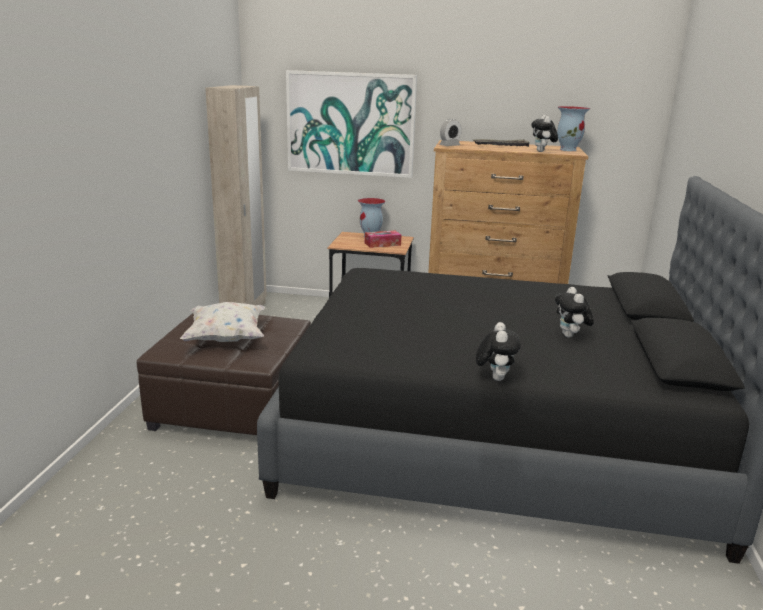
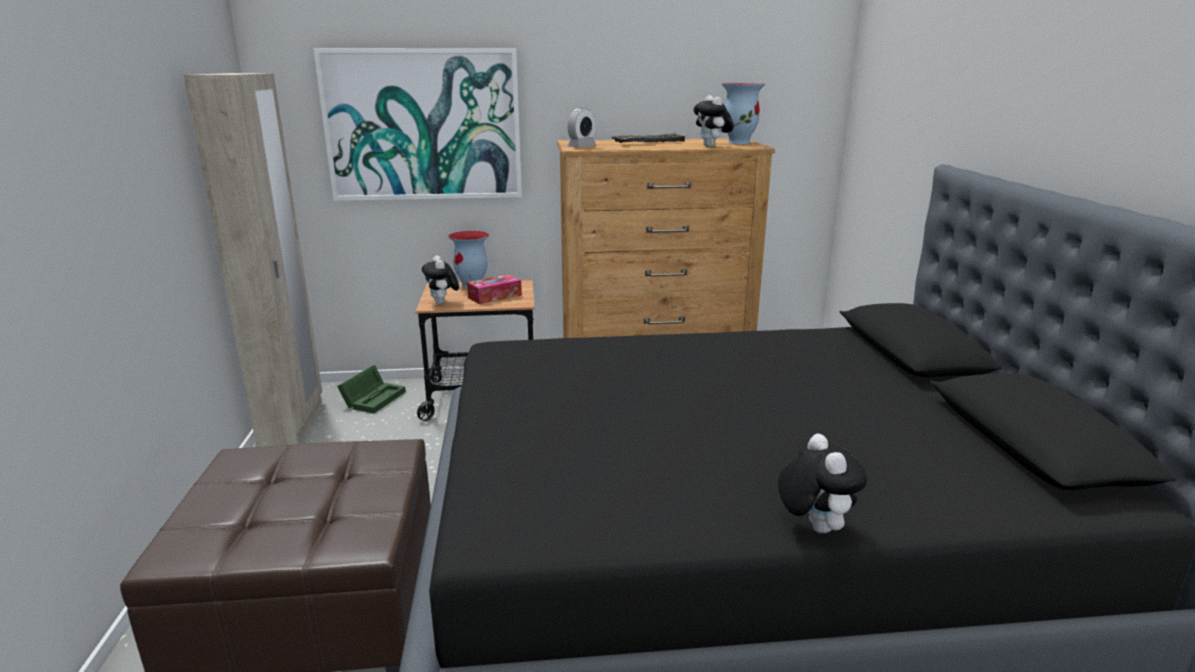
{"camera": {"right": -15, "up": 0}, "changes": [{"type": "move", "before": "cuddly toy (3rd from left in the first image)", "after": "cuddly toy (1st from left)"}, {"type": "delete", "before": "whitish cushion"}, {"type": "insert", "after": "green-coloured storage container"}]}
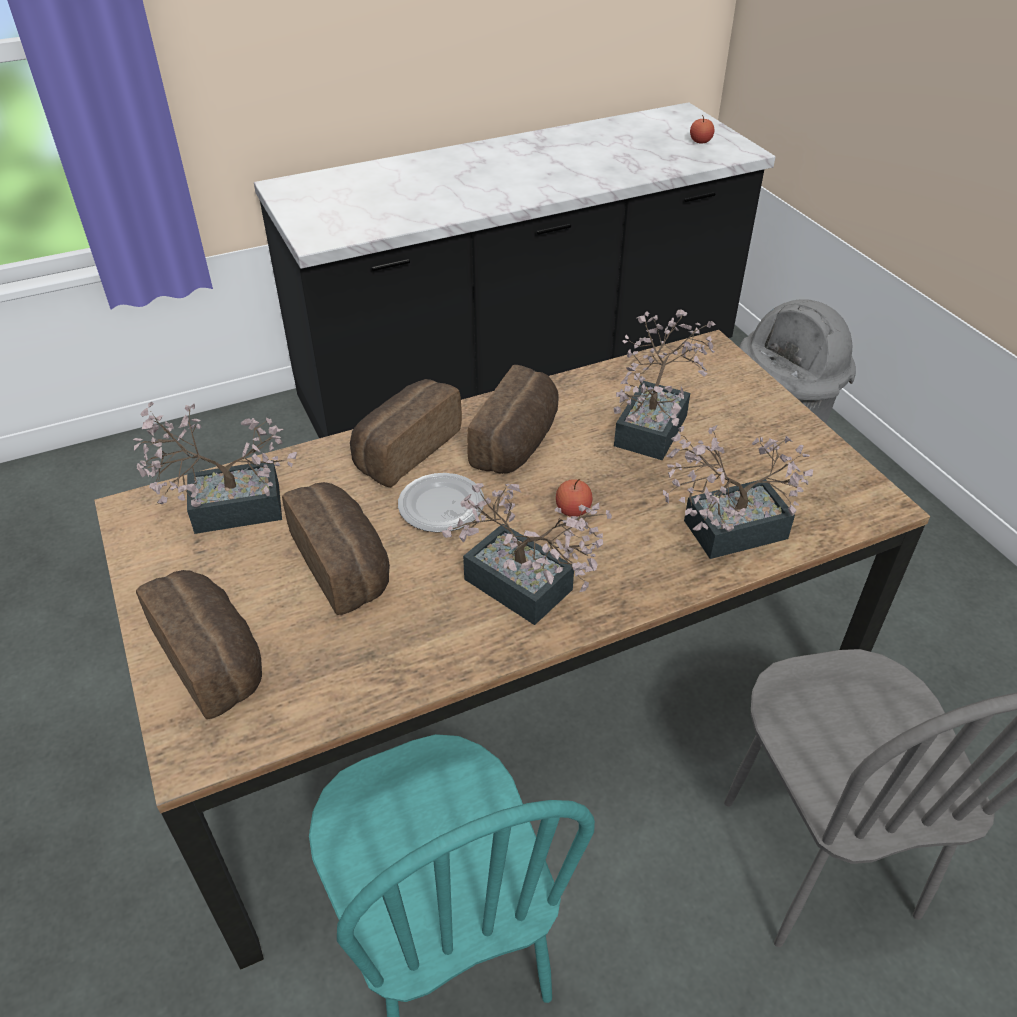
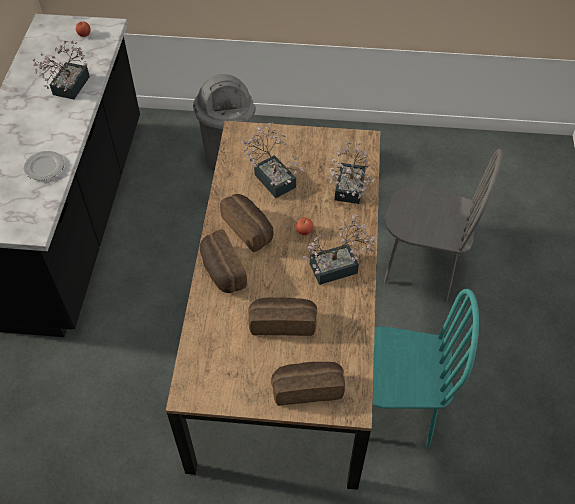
{"camera": {"right": -60, "up": 10}, "changes": [{"type": "move", "before": "houseplant (1st from left)"}, {"type": "move", "before": "dinner plate"}]}
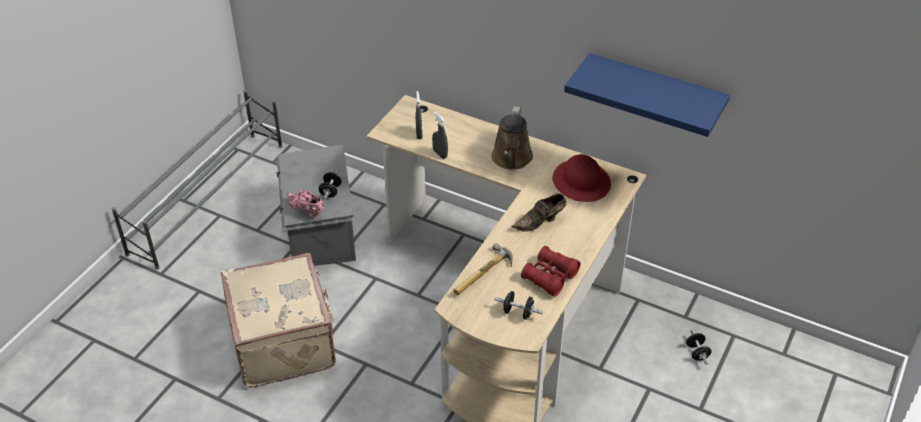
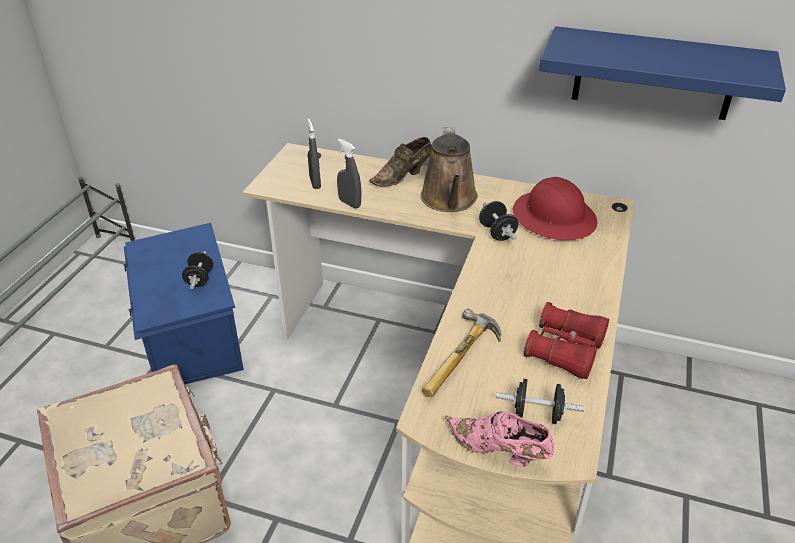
{"camera": {"right": -10, "up": -5}, "changes": [{"type": "recolor", "before": "greyish storage container", "after": "bluish storage container"}, {"type": "move", "before": "pink low shoe"}, {"type": "move", "before": "brown-coloured low shoe"}, {"type": "move", "before": "black dumbbell (3rd from left in the first image)", "after": "black dumbbell (2nd from left)"}]}
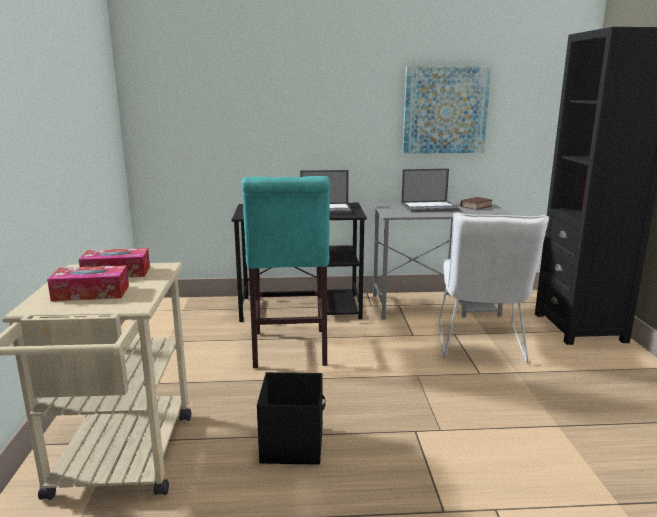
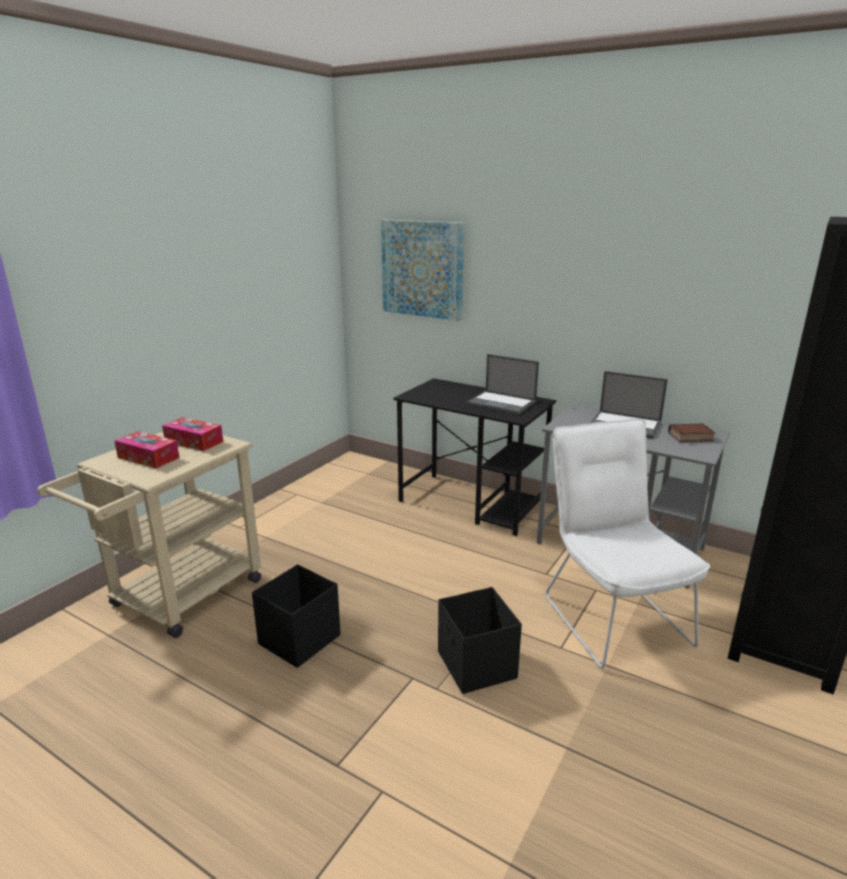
{"camera": {"right": 35, "up": 5}, "changes": [{"type": "move", "before": "picture"}, {"type": "delete", "before": "turquoise sitting stool"}, {"type": "rotate", "before": "whitish upright chair", "turn": 120}, {"type": "insert", "after": "black storage container (2nd from left)"}]}
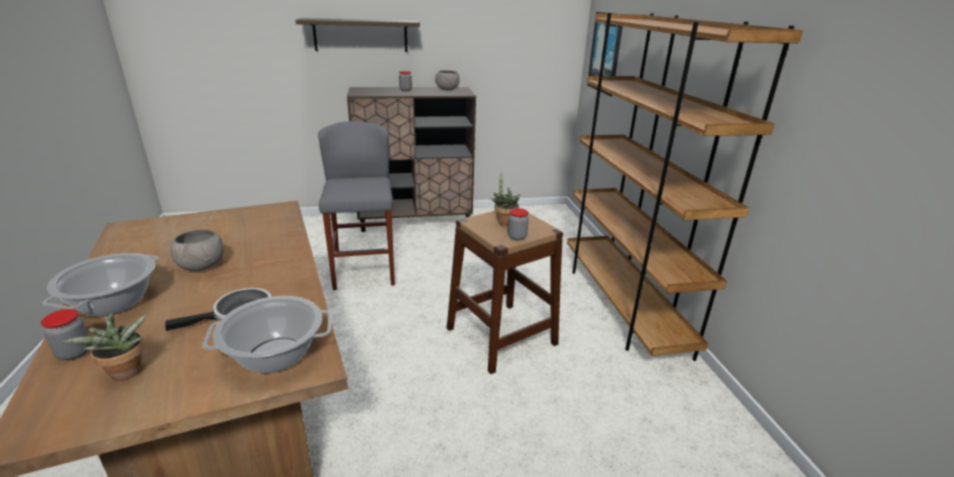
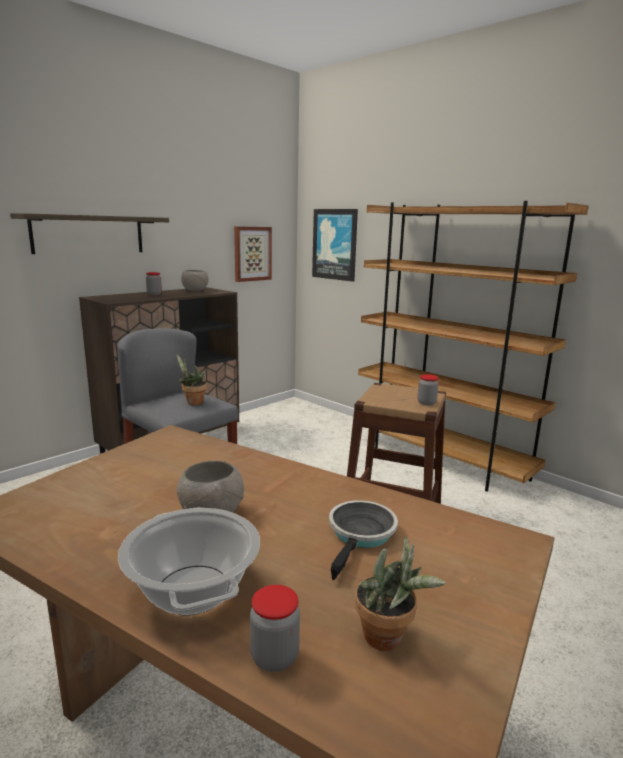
{"camera": {"right": -35, "up": -10}, "changes": [{"type": "move", "before": "houseplant (2nd from left in the first image)", "after": "houseplant (1st from left)"}, {"type": "delete", "before": "stockpot (2nd from left)"}, {"type": "insert", "after": "picture (1st from left)"}]}
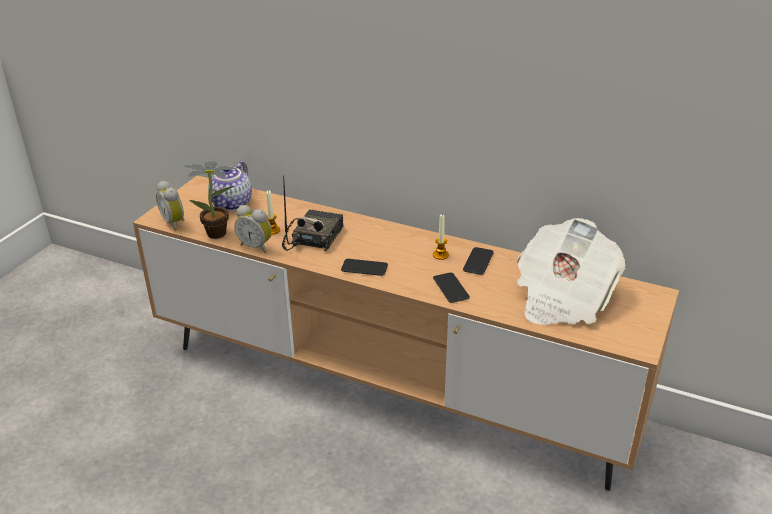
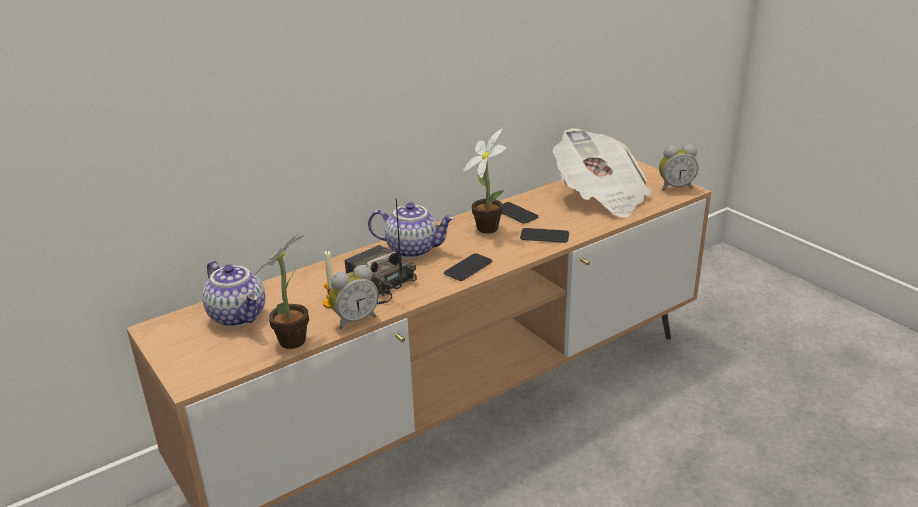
{"camera": {"right": -60, "up": -5}, "changes": [{"type": "move", "before": "table clock (1st from left in the first image)", "after": "table clock (2nd from left)"}, {"type": "replace", "before": "wax light (2nd from left)", "after": "houseplant (2nd from left)"}, {"type": "insert", "after": "pot for tea (2nd from left)"}]}
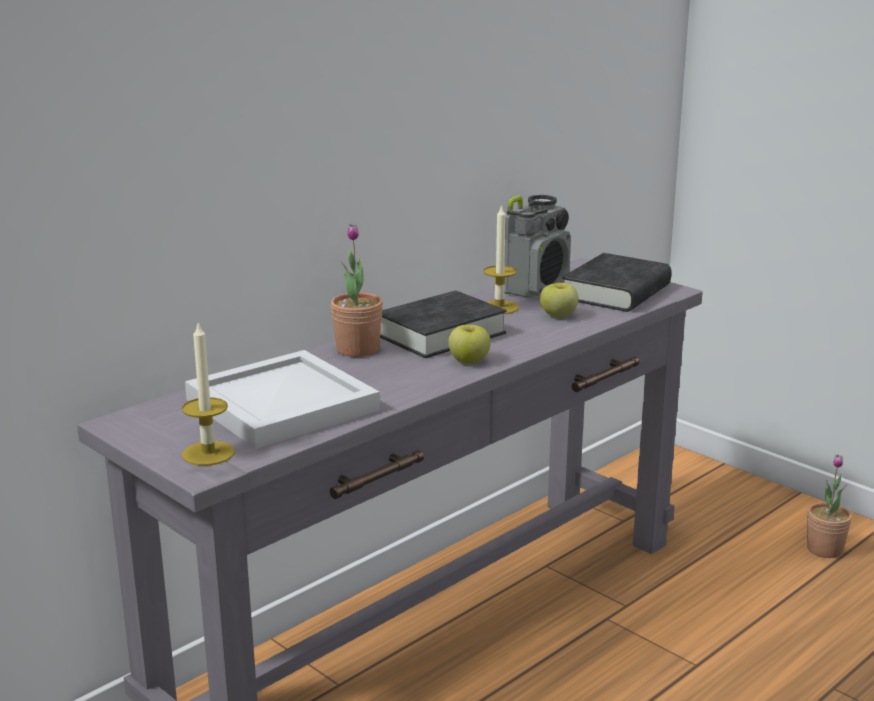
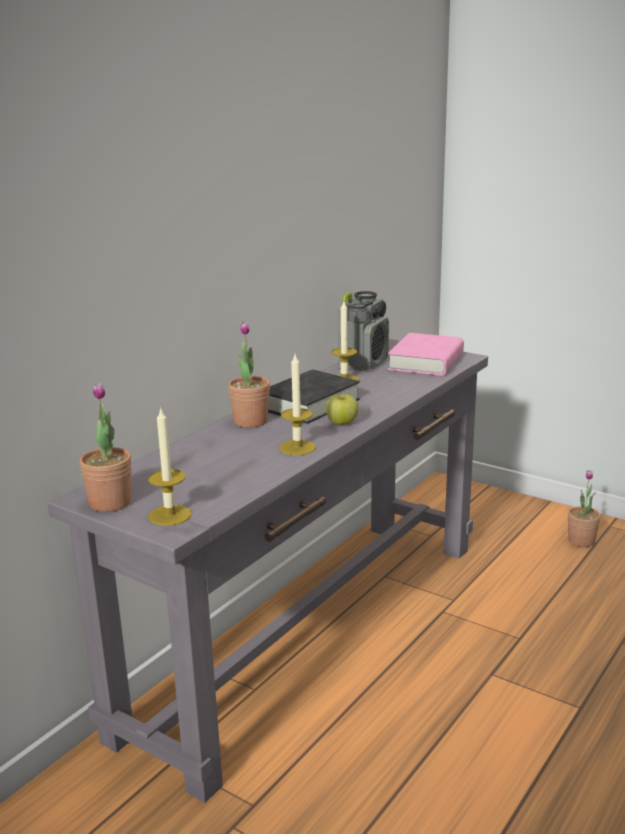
{"camera": {"right": -10, "up": 0}, "changes": [{"type": "recolor", "before": "black volume (2nd from left)", "after": "pink volume"}, {"type": "delete", "before": "apple (2nd from left)"}, {"type": "delete", "before": "whitish serving tray"}, {"type": "insert", "after": "wax light (2nd from left)"}, {"type": "insert", "after": "houseplant (1st from left)"}]}
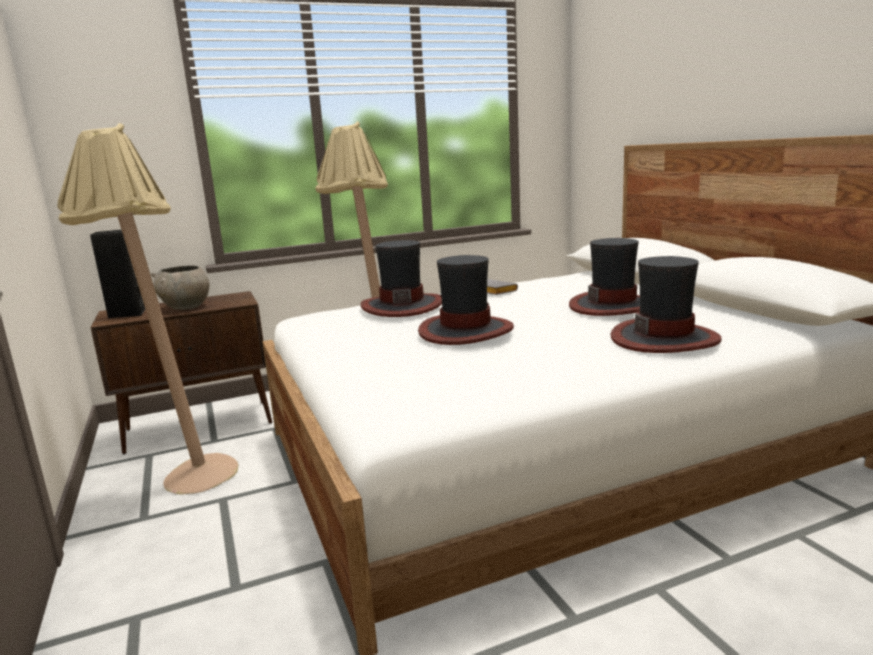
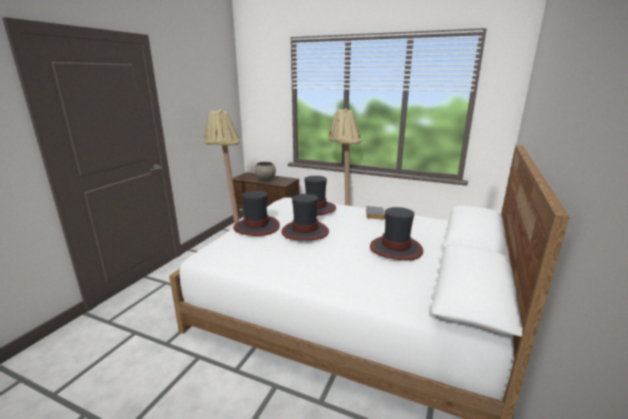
{"camera": {"right": 45, "up": 5}, "changes": [{"type": "delete", "before": "black loudspeaker"}, {"type": "move", "before": "clothing hat (4th from left in the first image)", "after": "clothing hat (1st from left)"}]}
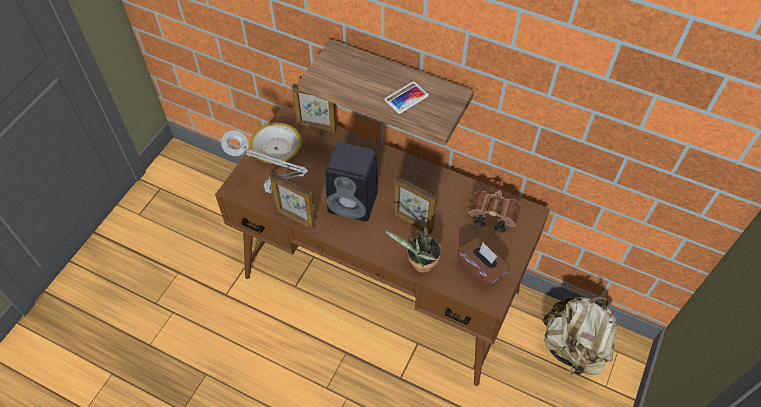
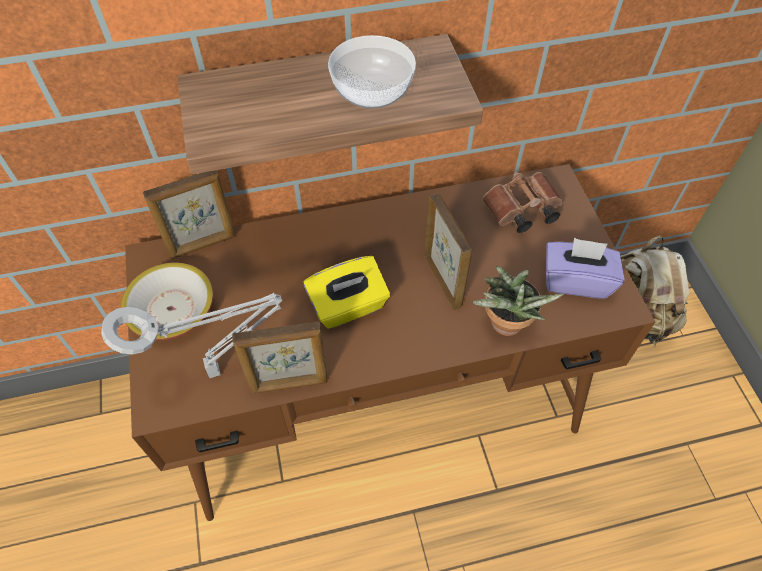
{"camera": {"right": -40, "up": 0}, "changes": [{"type": "replace", "before": "phone", "after": "deep dish (2nd from left)"}, {"type": "replace", "before": "black loudspeaker", "after": "yellow tissue holder"}, {"type": "rotate", "before": "standing frame (3rd from left)", "turn": -105}, {"type": "recolor", "before": "brown-coloured tissue holder", "after": "purplish tissue holder"}]}
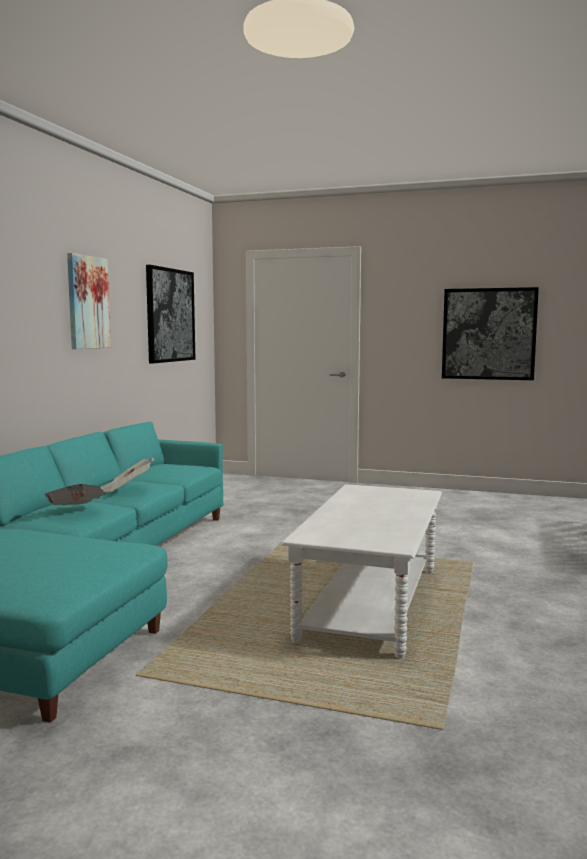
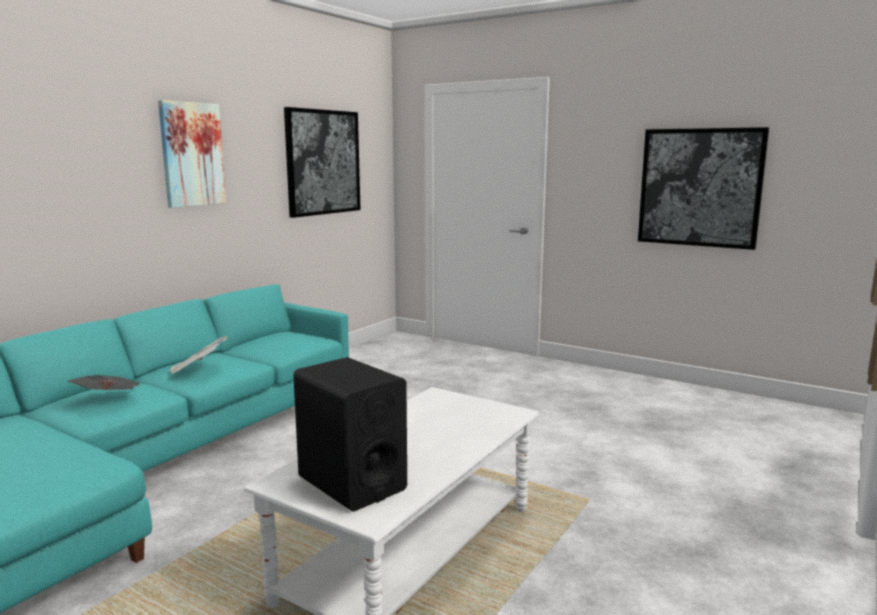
{"camera": {"right": 15, "up": 5}, "changes": [{"type": "insert", "after": "black loudspeaker"}]}
